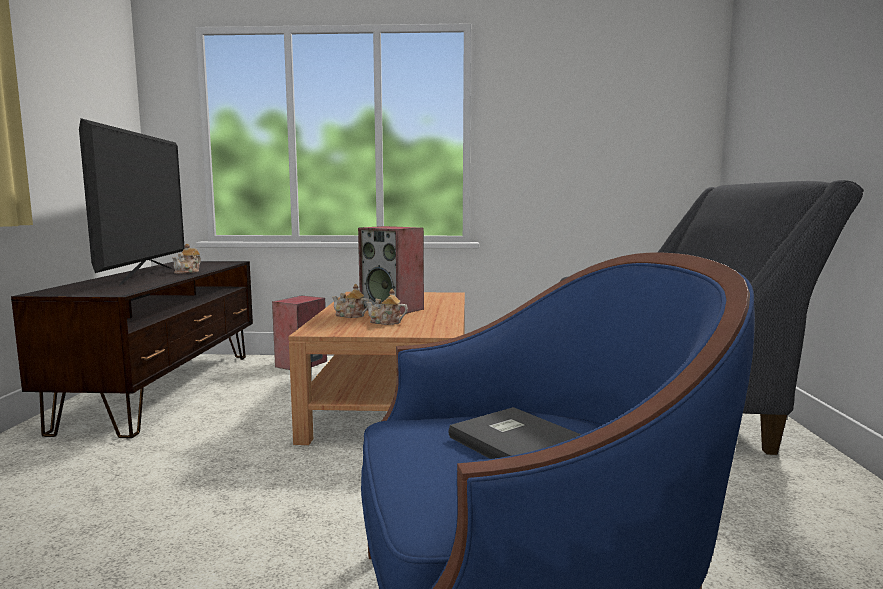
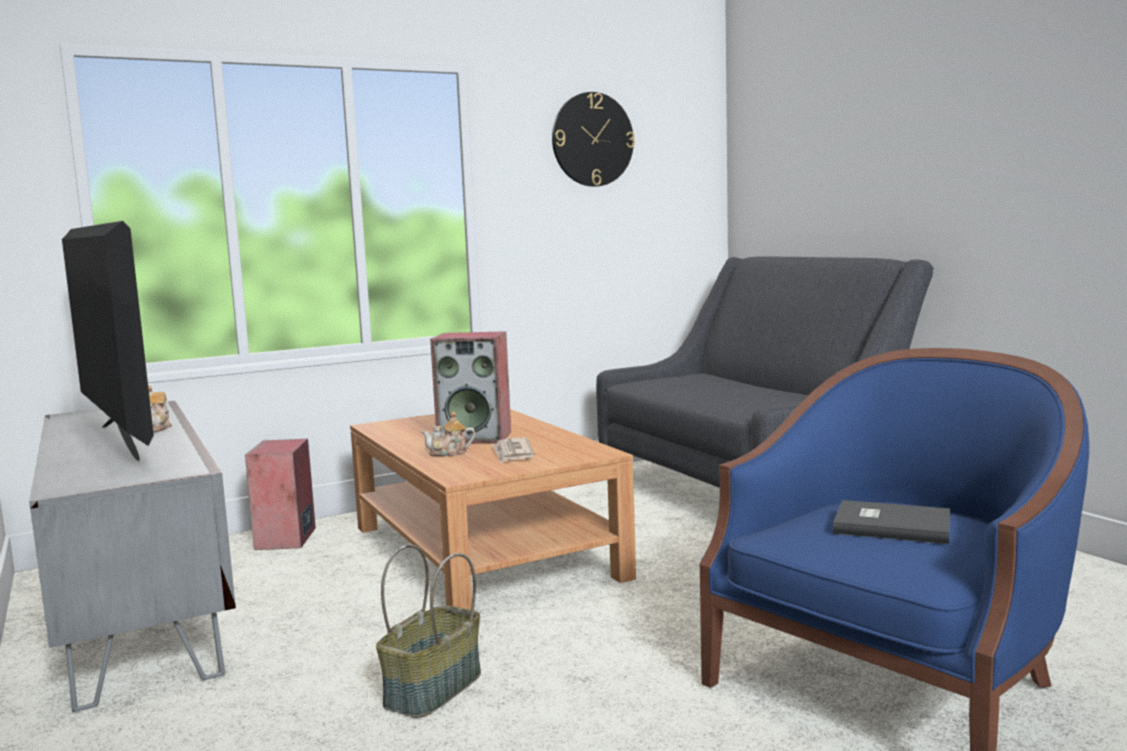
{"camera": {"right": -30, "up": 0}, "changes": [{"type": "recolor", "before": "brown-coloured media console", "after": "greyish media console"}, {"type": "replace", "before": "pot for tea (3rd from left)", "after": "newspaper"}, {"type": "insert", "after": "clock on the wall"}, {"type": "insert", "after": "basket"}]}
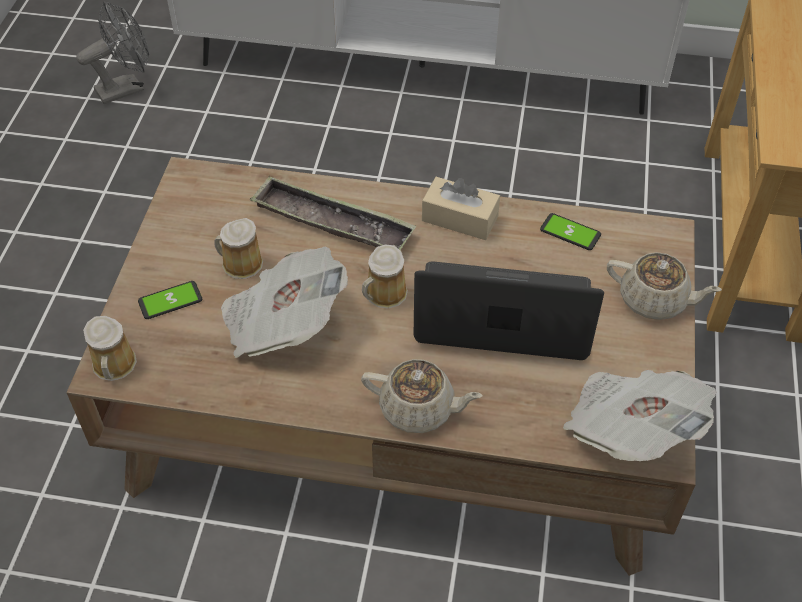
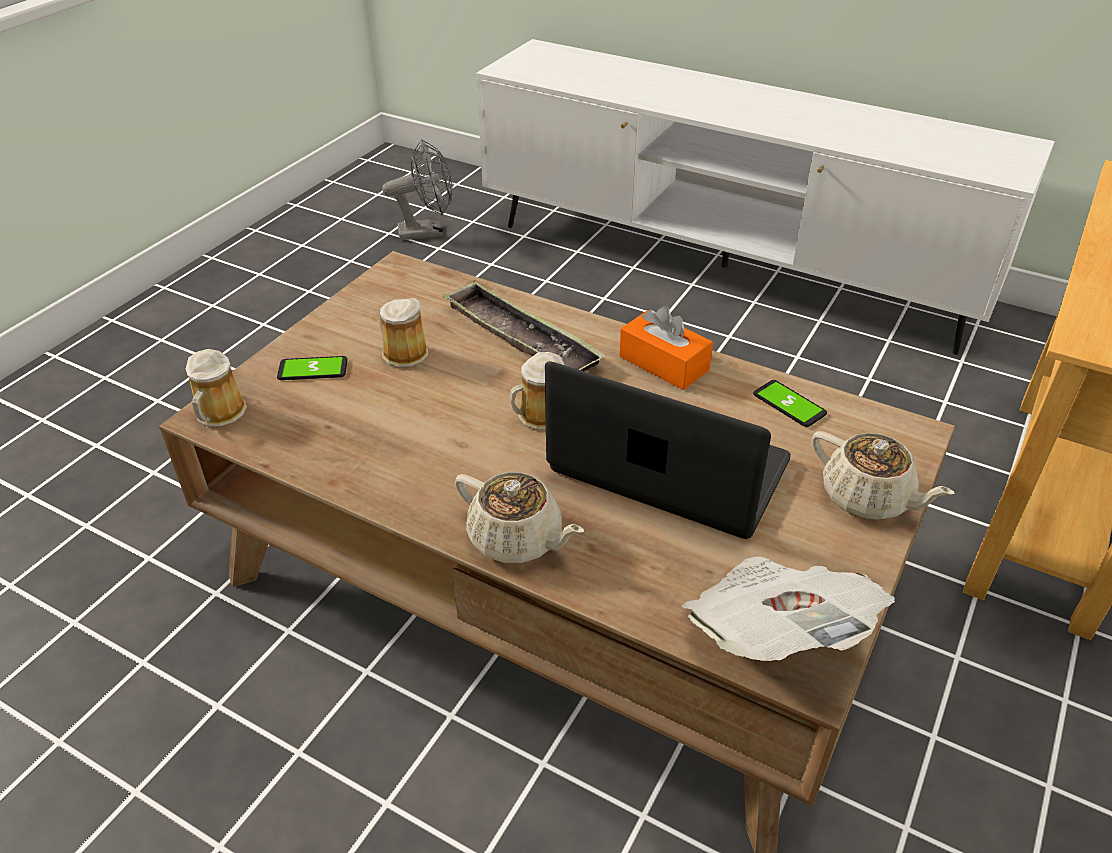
{"camera": {"right": 20, "up": -10}, "changes": [{"type": "recolor", "before": "beige tissue holder", "after": "orange tissue holder"}, {"type": "delete", "before": "newspaper (1st from left)"}]}
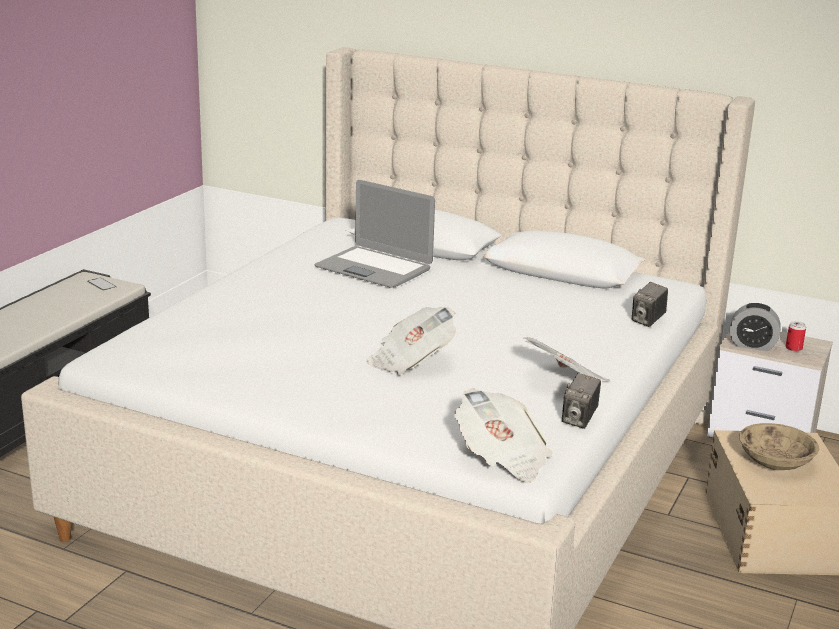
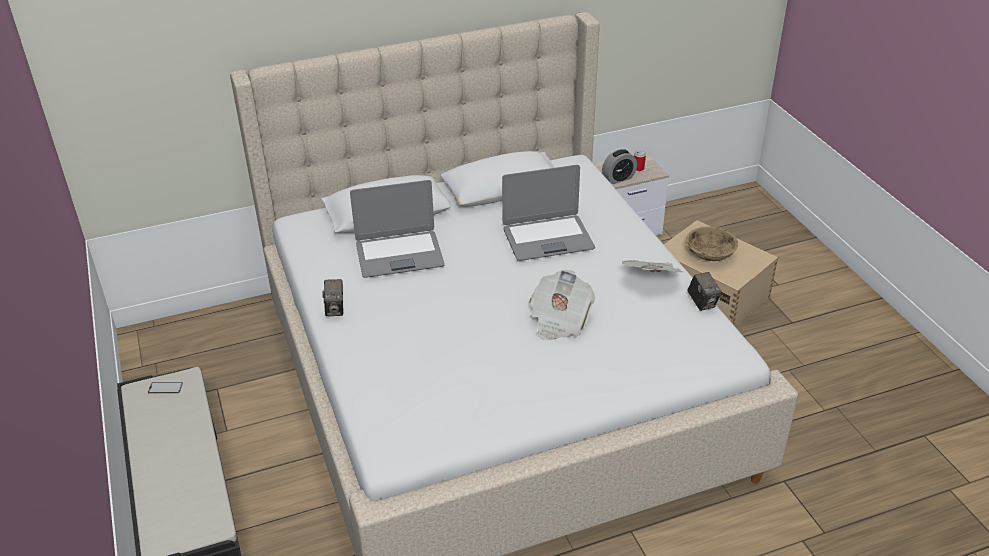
{"camera": {"right": -45, "up": 15}, "changes": [{"type": "move", "before": "still camera (2nd from left in the first image)", "after": "still camera (1st from left)"}, {"type": "delete", "before": "newspaper (2nd from left)"}, {"type": "insert", "after": "laptop (2nd from left)"}]}
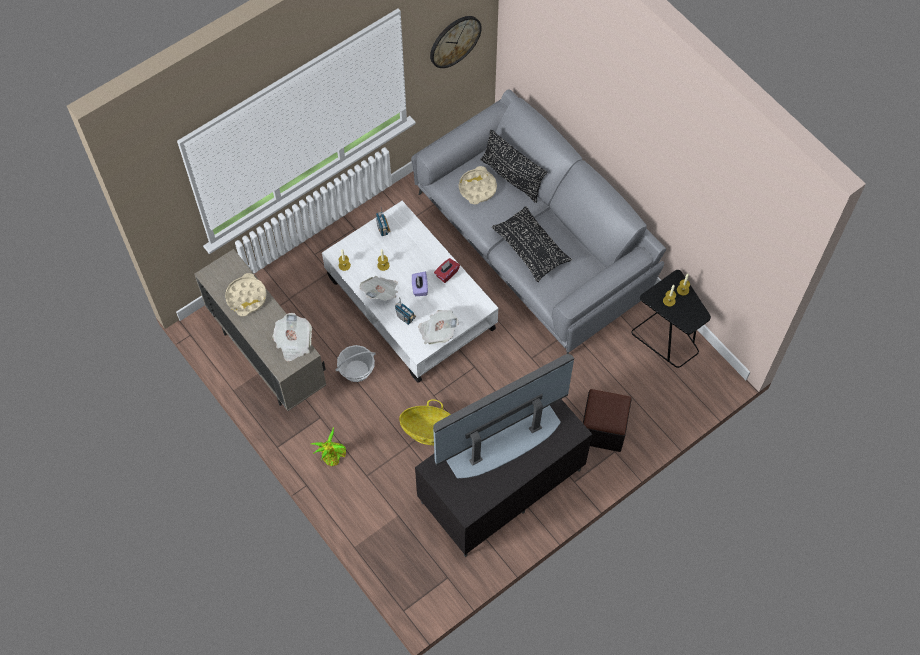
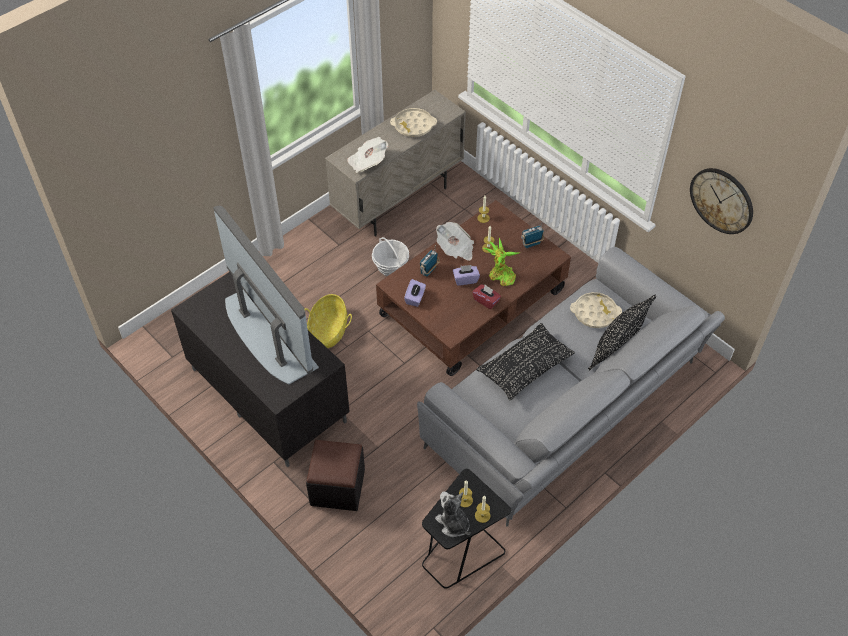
{"camera": {"right": 85, "up": -10}, "changes": [{"type": "recolor", "before": "whitish lounge table", "after": "brown-coloured lounge table"}, {"type": "replace", "before": "newspaper (3rd from left)", "after": "purplish tissue holder (1st from left)"}, {"type": "move", "before": "houseplant"}, {"type": "insert", "after": "cuddly toy"}]}
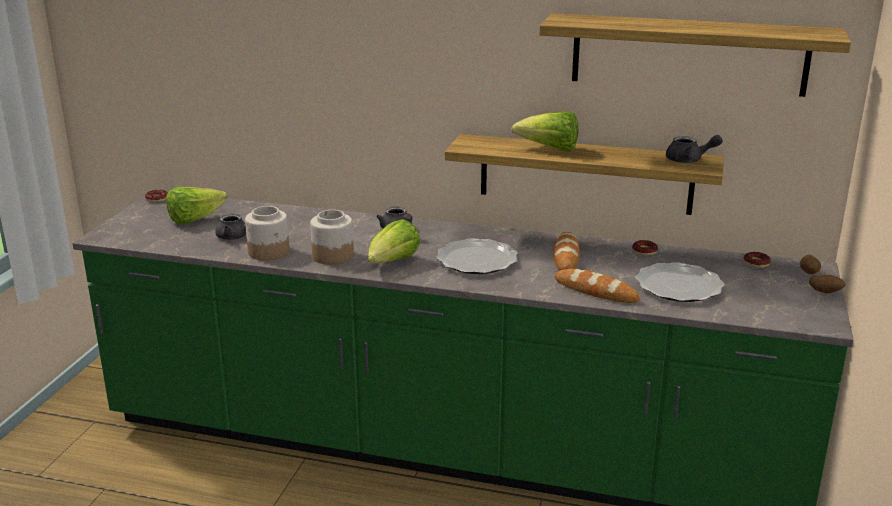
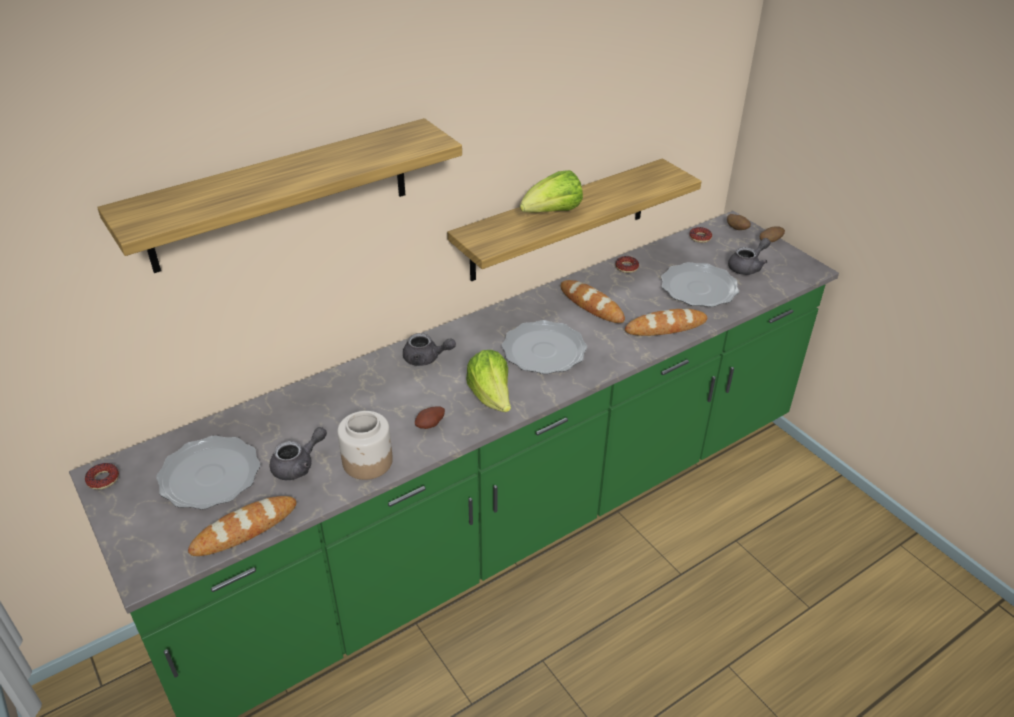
{"camera": {"right": -50, "up": 15}, "changes": [{"type": "move", "before": "bracket shelf (2nd from left in the first image)", "after": "bracket shelf (1st from left)"}, {"type": "move", "before": "greyish pot for tea (3rd from left)"}, {"type": "replace", "before": "lettuce head (1st from left)", "after": "dinner plate (1st from left)"}, {"type": "replace", "before": "jar (2nd from left)", "after": "whole potato (1st from left)"}, {"type": "insert", "after": "bakery bread (1st from left)"}]}
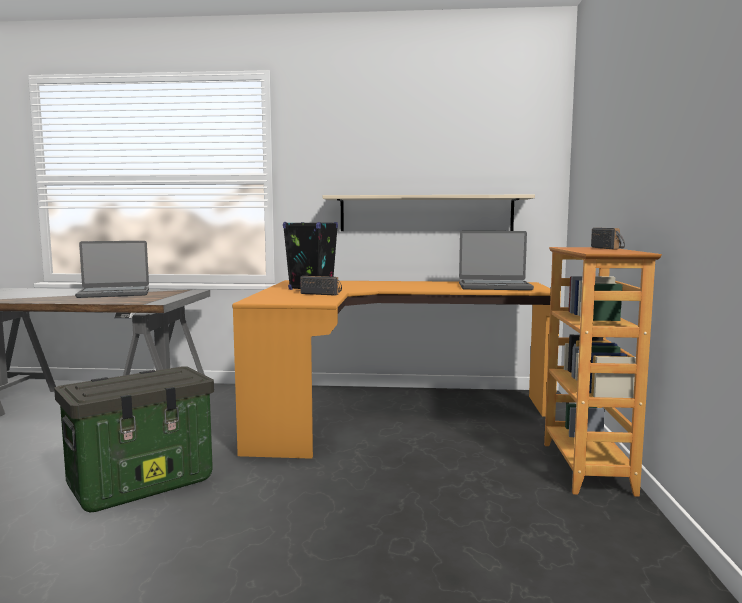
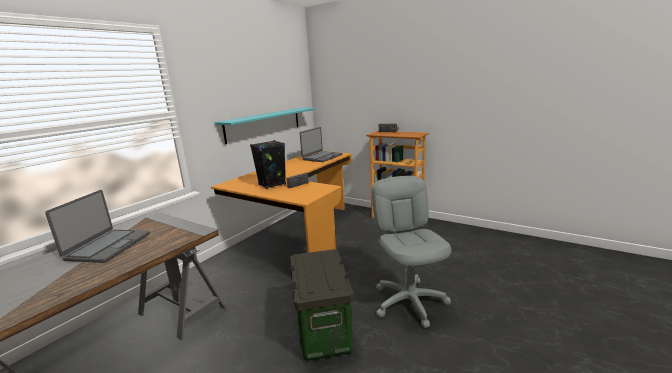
{"camera": {"right": -60, "up": 10}, "changes": [{"type": "recolor", "before": "beige bracket shelf", "after": "turquoise bracket shelf"}, {"type": "insert", "after": "greyish office chair"}]}
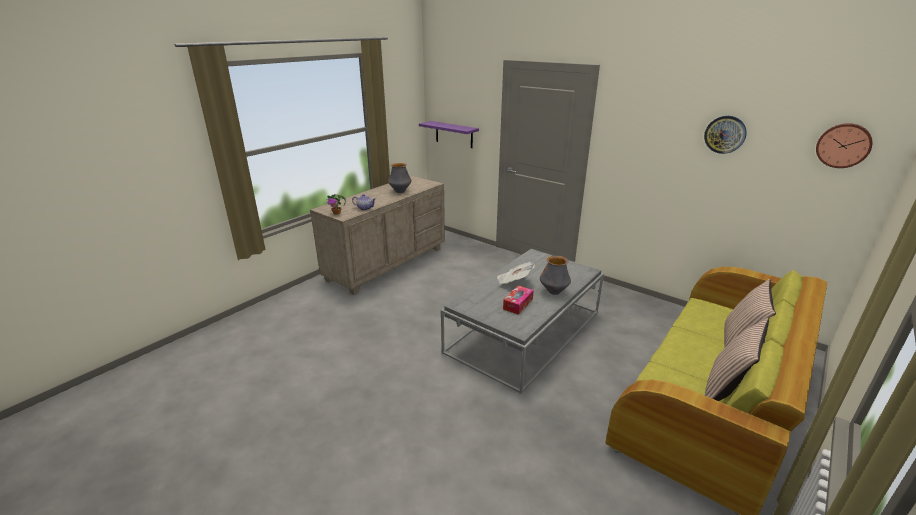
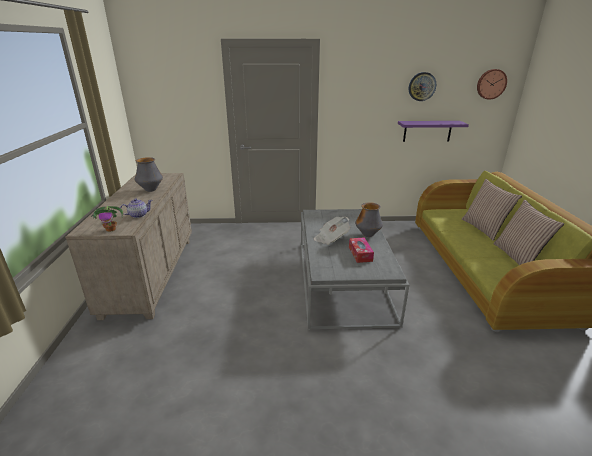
{"camera": {"right": -40, "up": 0}, "changes": [{"type": "move", "before": "purplish bracket shelf"}]}
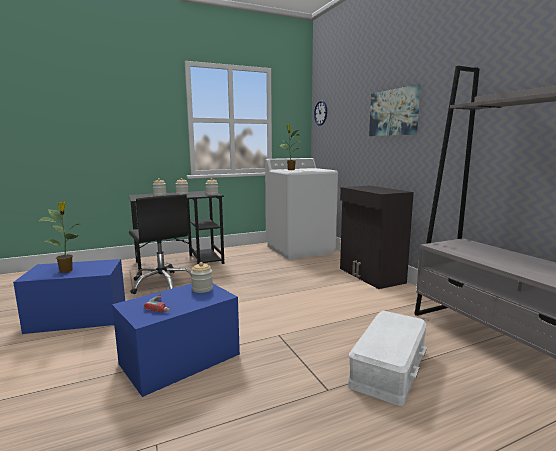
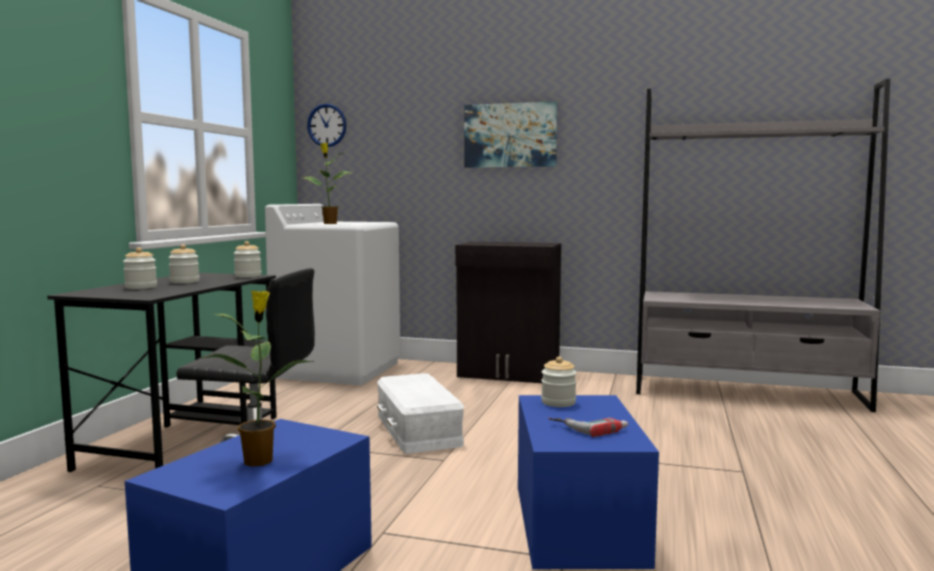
{"camera": {"right": -50, "up": -5}, "changes": [{"type": "move", "before": "whitish storage container"}]}
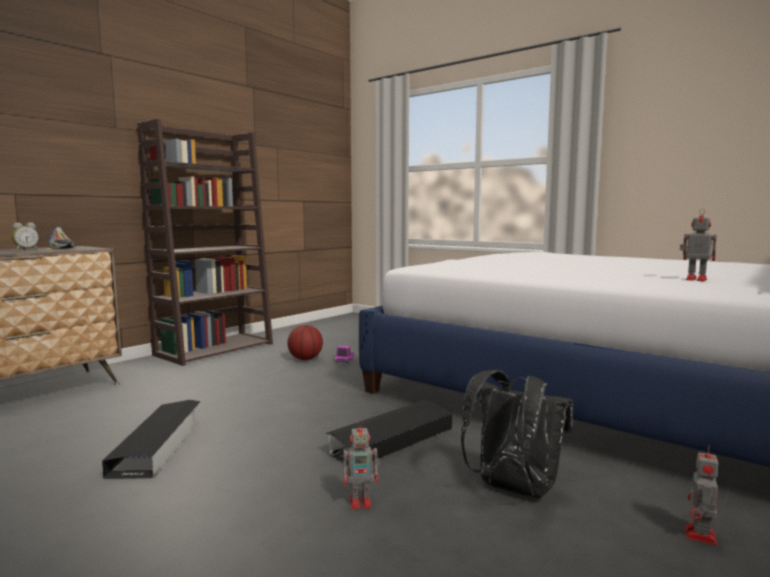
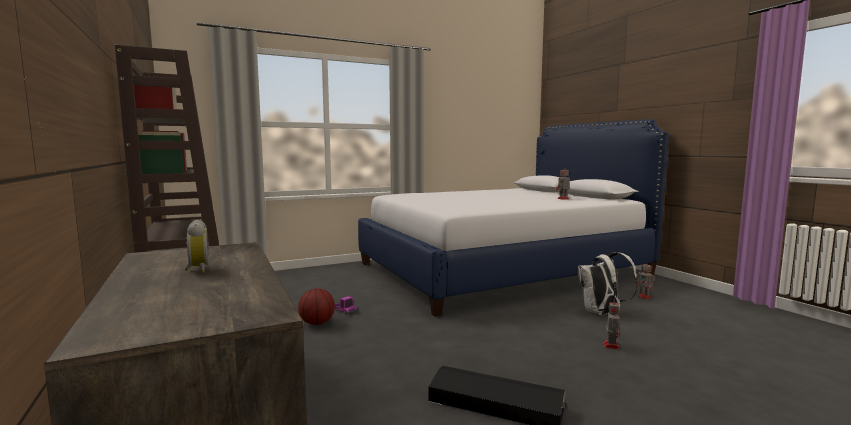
{"camera": {"right": -65, "up": 0}, "changes": [{"type": "delete", "before": "low shoe"}, {"type": "recolor", "before": "black backpack", "after": "whitish backpack"}, {"type": "delete", "before": "black storage container (2nd from left)"}]}
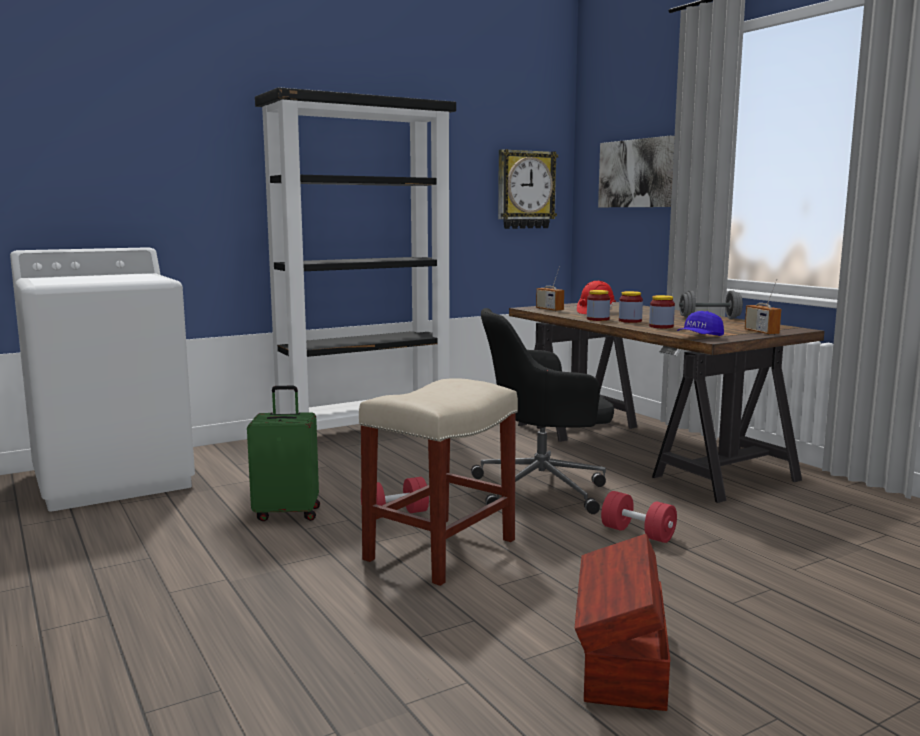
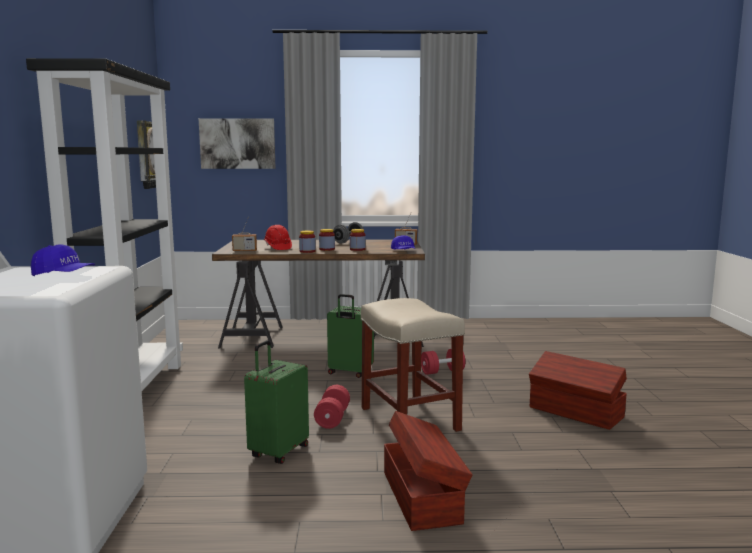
{"camera": {"right": -60, "up": 0}, "changes": [{"type": "replace", "before": "black office chair", "after": "green-coloured travel case (2nd from left)"}, {"type": "insert", "after": "bluish cap (1st from left)"}, {"type": "insert", "after": "brown-coloured storage container (1st from left)"}]}
